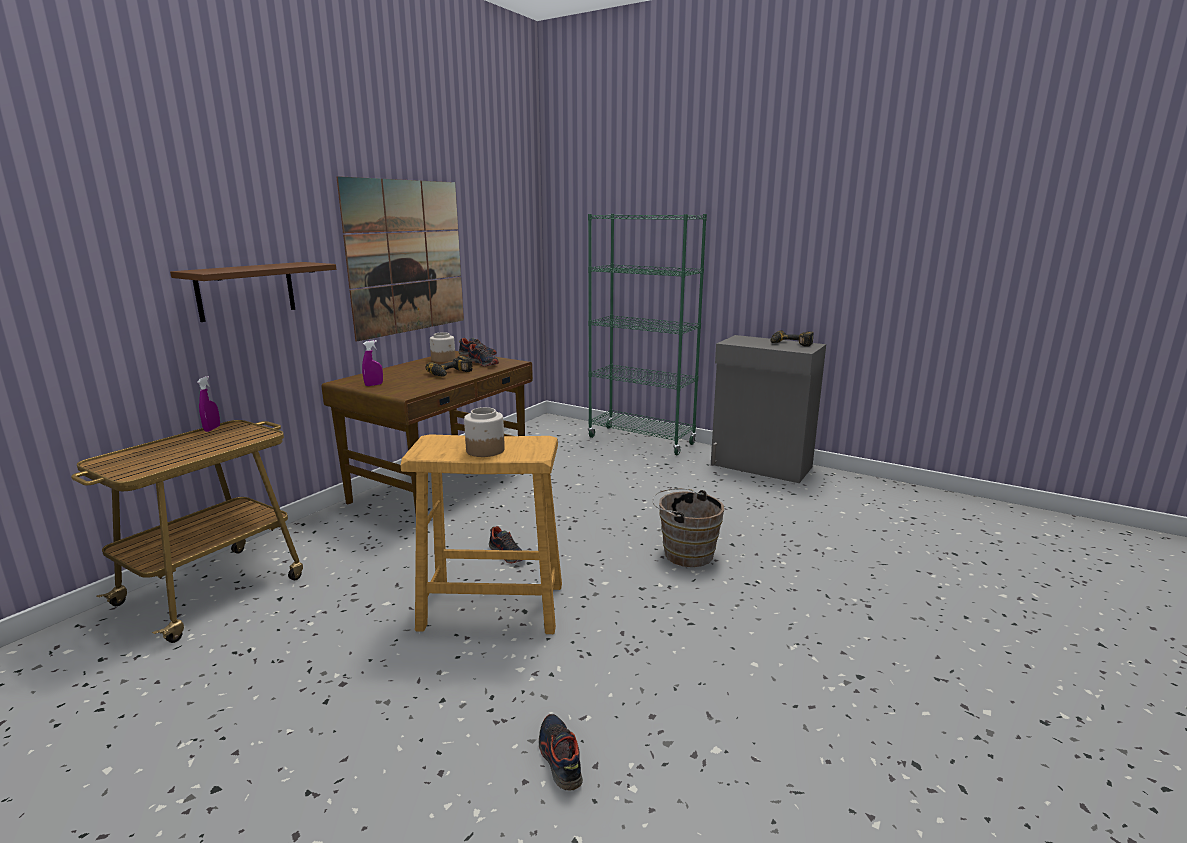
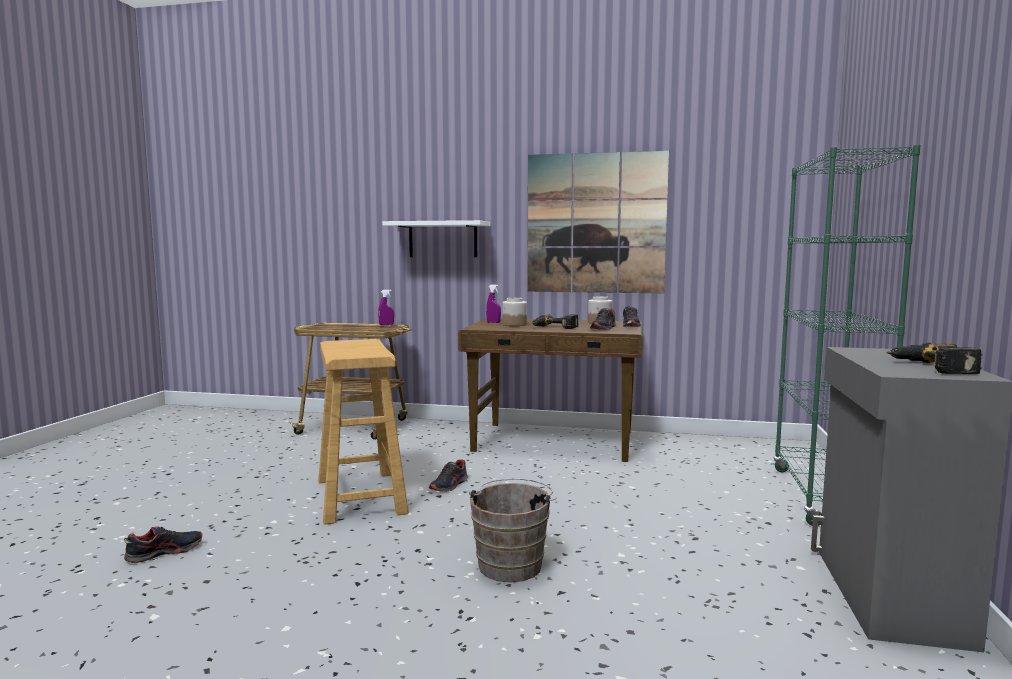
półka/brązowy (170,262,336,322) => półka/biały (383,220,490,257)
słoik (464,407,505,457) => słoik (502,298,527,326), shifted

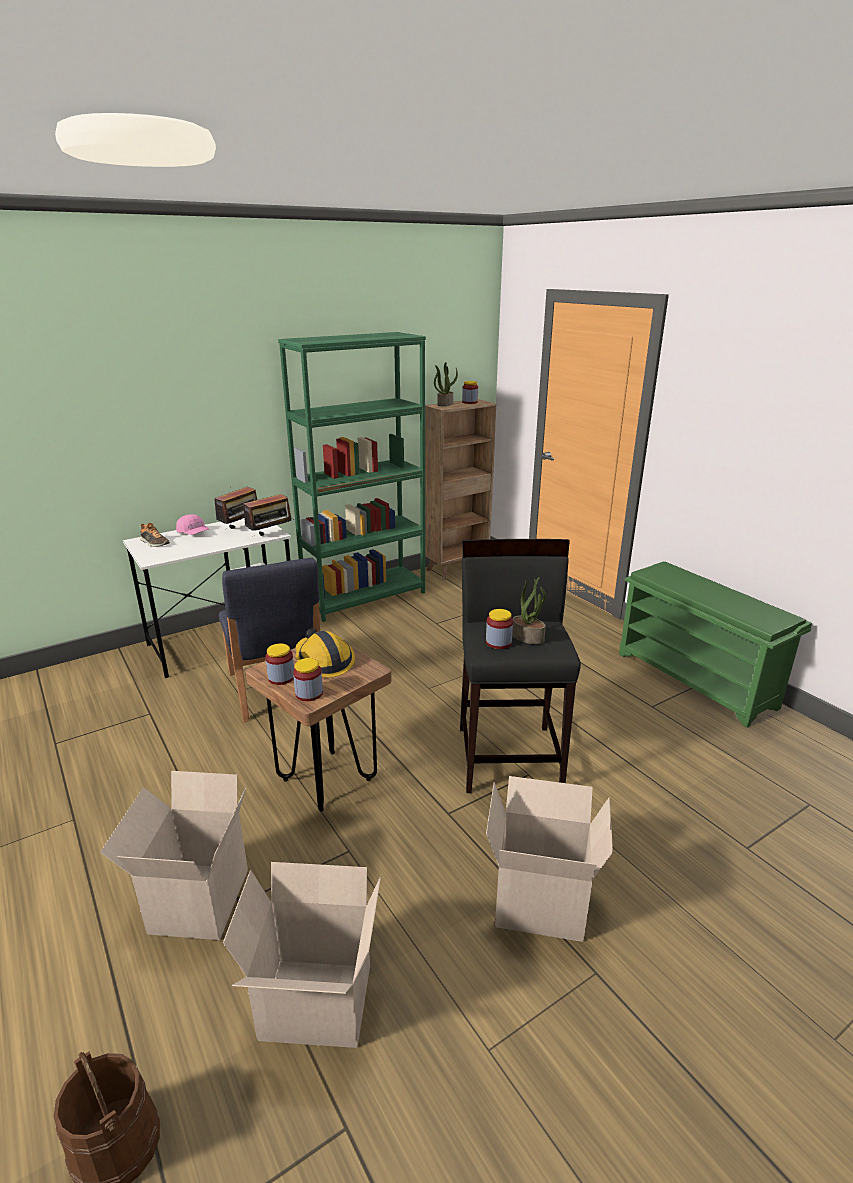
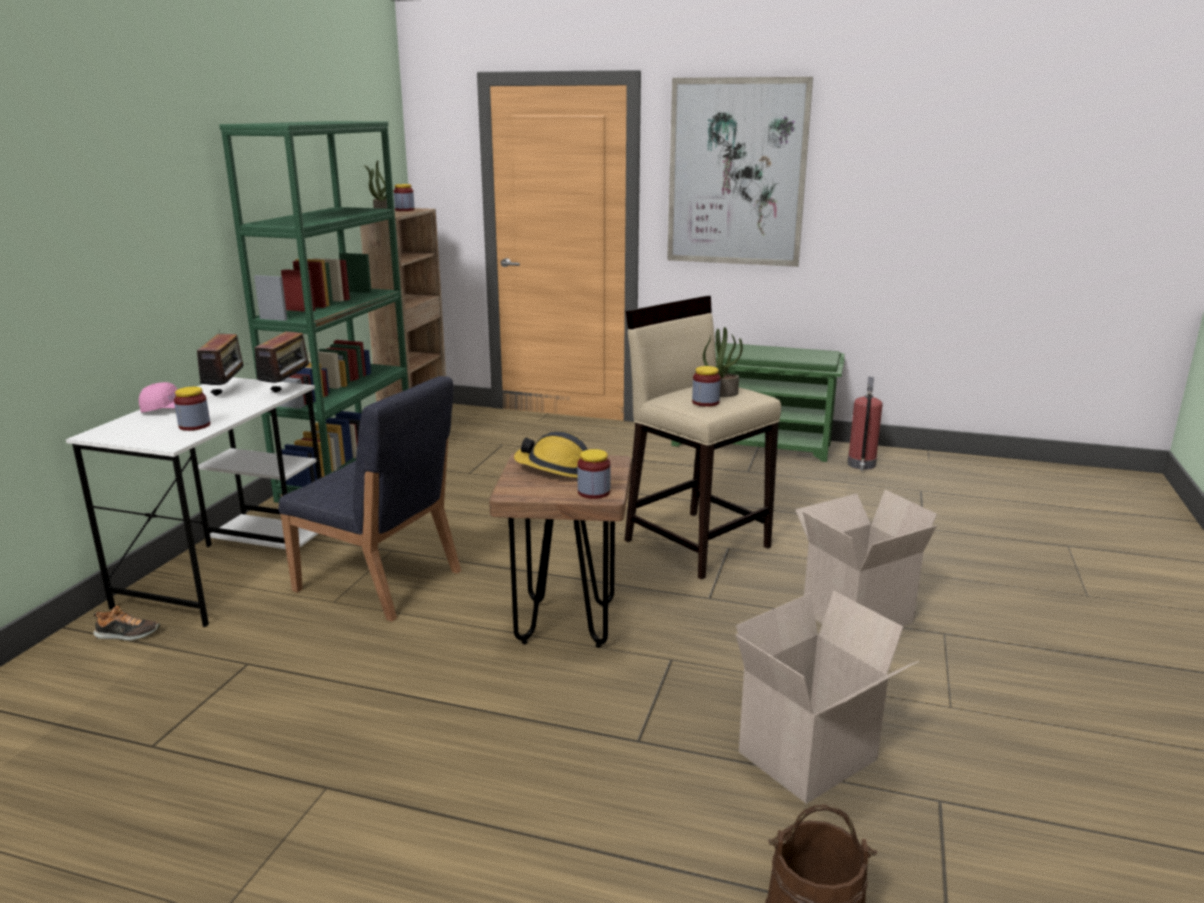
but (140,522,170,547) => but (93,606,160,641), shifted
stołek/czarny (460,539,581,793) => stołek/beżowy (624,296,781,579)
słoik (265,643,294,685) => słoik (174,387,210,431), shifted
karton (100,771,248,940) => nothing
nothing => obraz (667,77,813,267)
nothing => gaśnica (848,377,883,471)

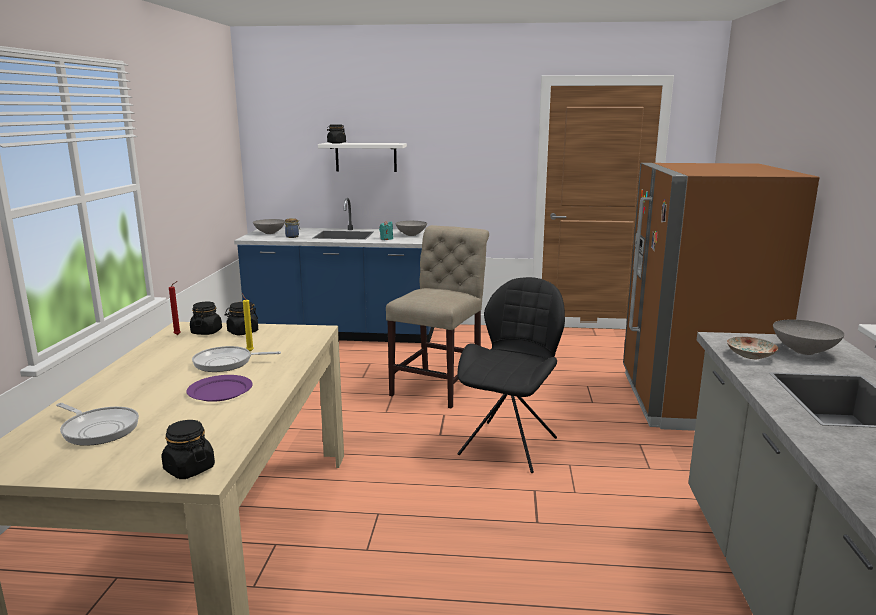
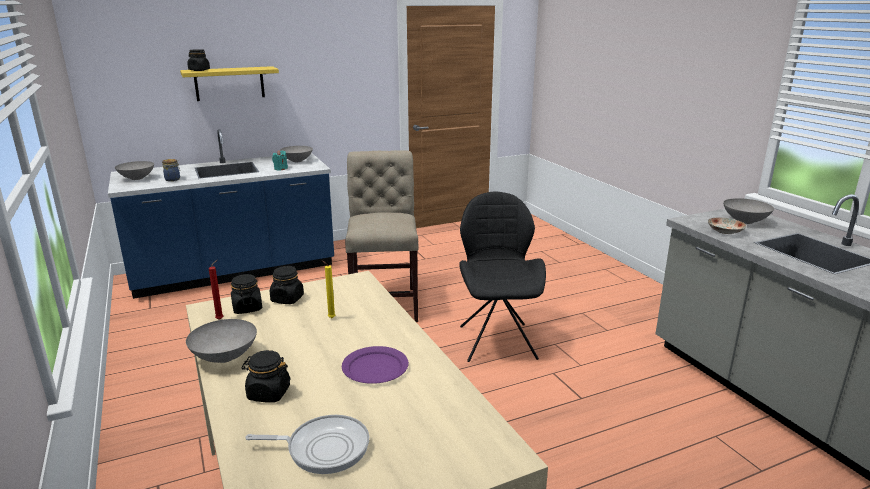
półka/biały (318,143,407,172) => półka/żółty (180,66,279,101)
lodówka/brązowy (623,163,820,431) => nothing
patelnia (192,346,281,372) => nothing
słoik/czarny (161,420,215,479) => słoik/czarny (242,350,291,403), shifted
nothing => miska/szary (186,319,257,363)

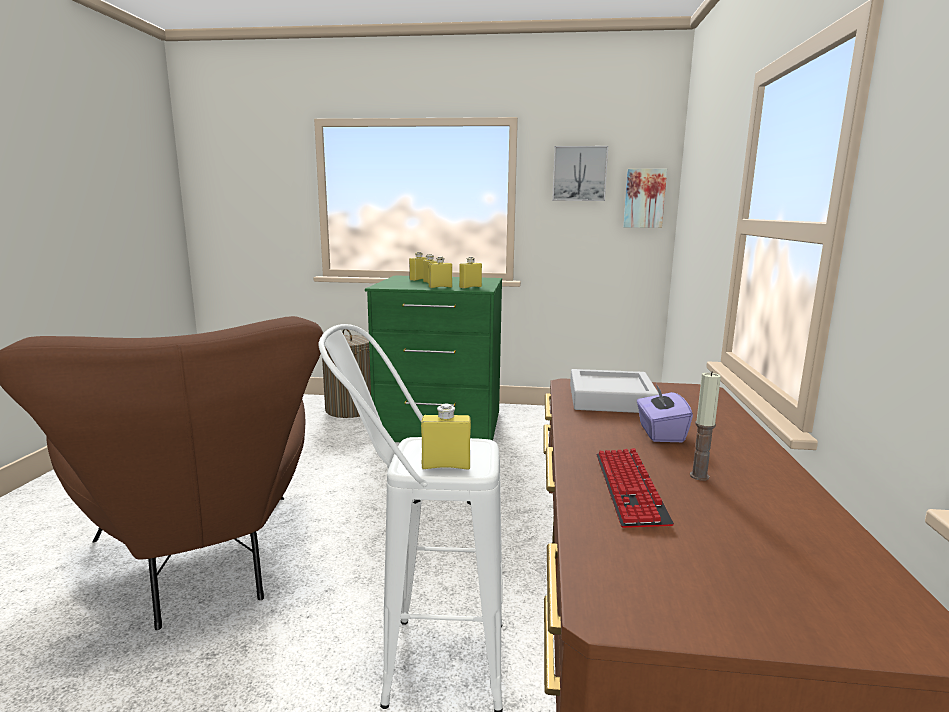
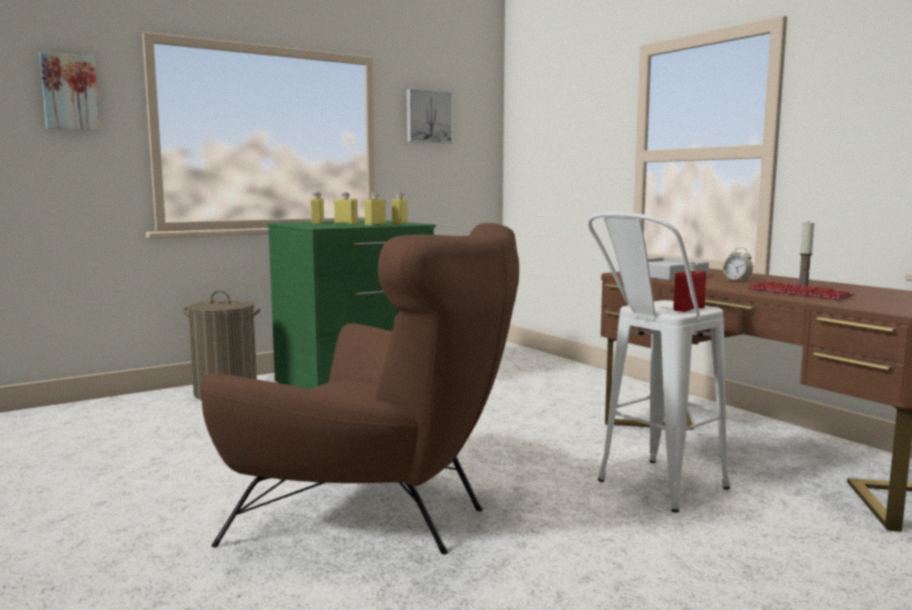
obraz (623,169,667,228) => obraz (39,52,100,131), shifted
pudełko chusteczek/fioletowy (637,384,693,442) => budzik (723,247,753,282)
butelka/żółty (421,404,471,470) => butelka/czerwony (674,262,706,312)

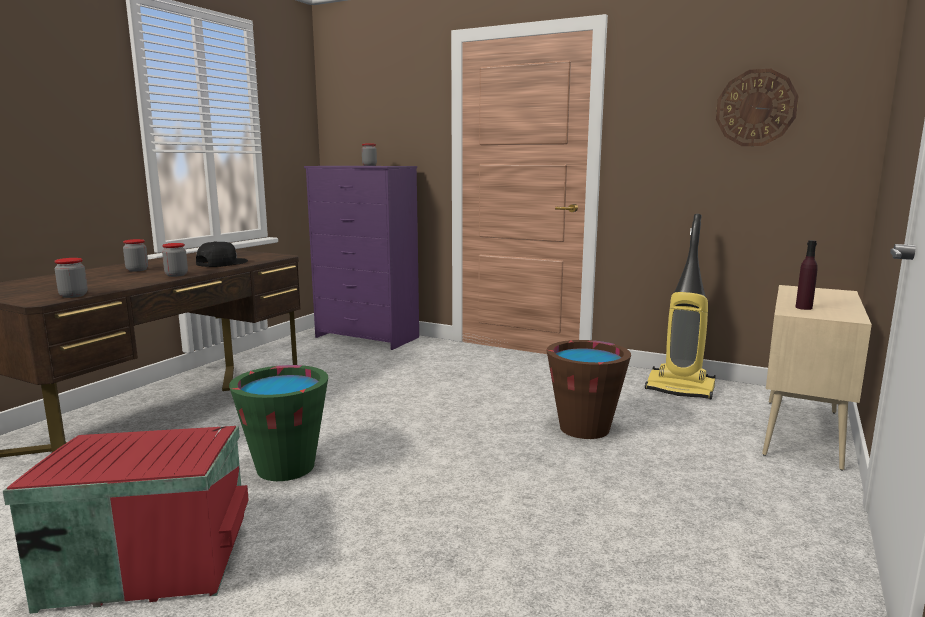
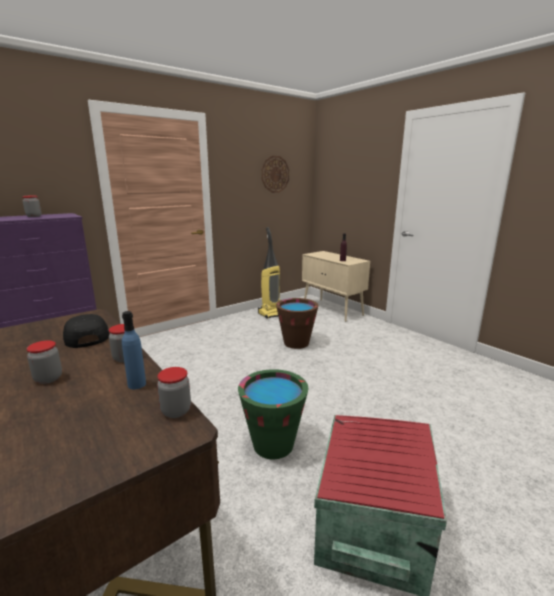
nothing => butelka/niebieski (122,311,146,389)

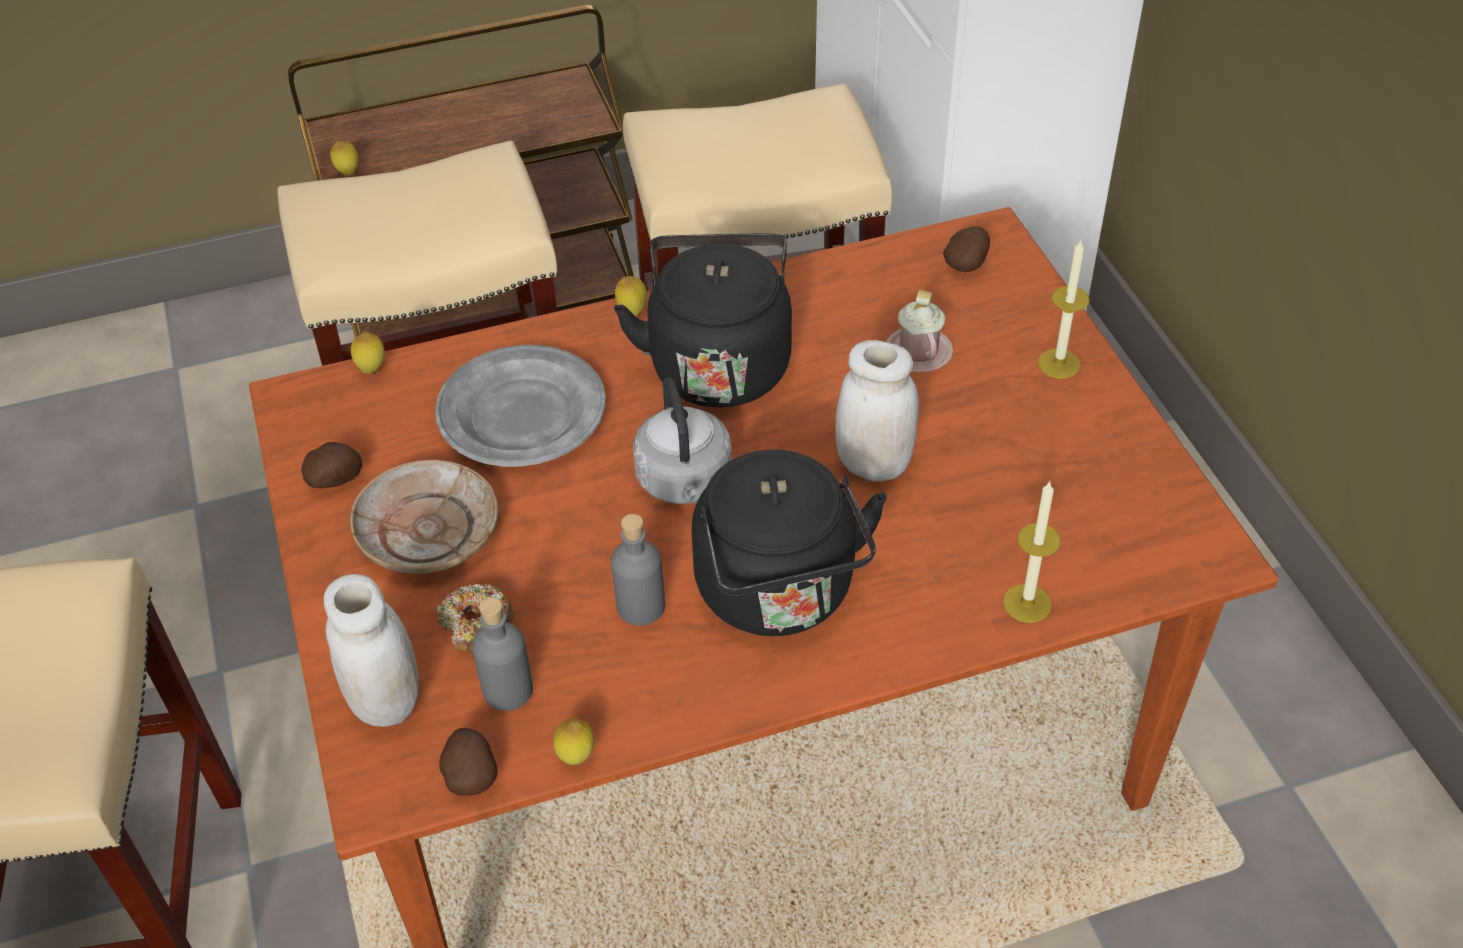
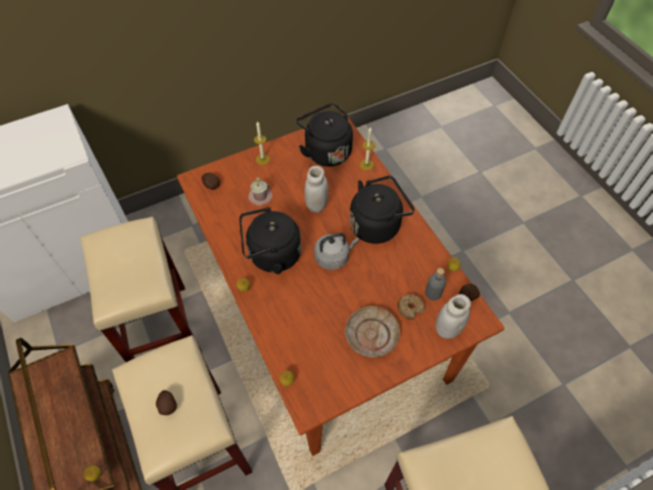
talerz/szary (435,345,606,467) => nothing
ziemniak (301,442,362,488) => ziemniak (156,390,177,415), shifted
butelka/szary (611,514,665,626) => nothing
nothing => czajnik/czarny (296,103,353,167)

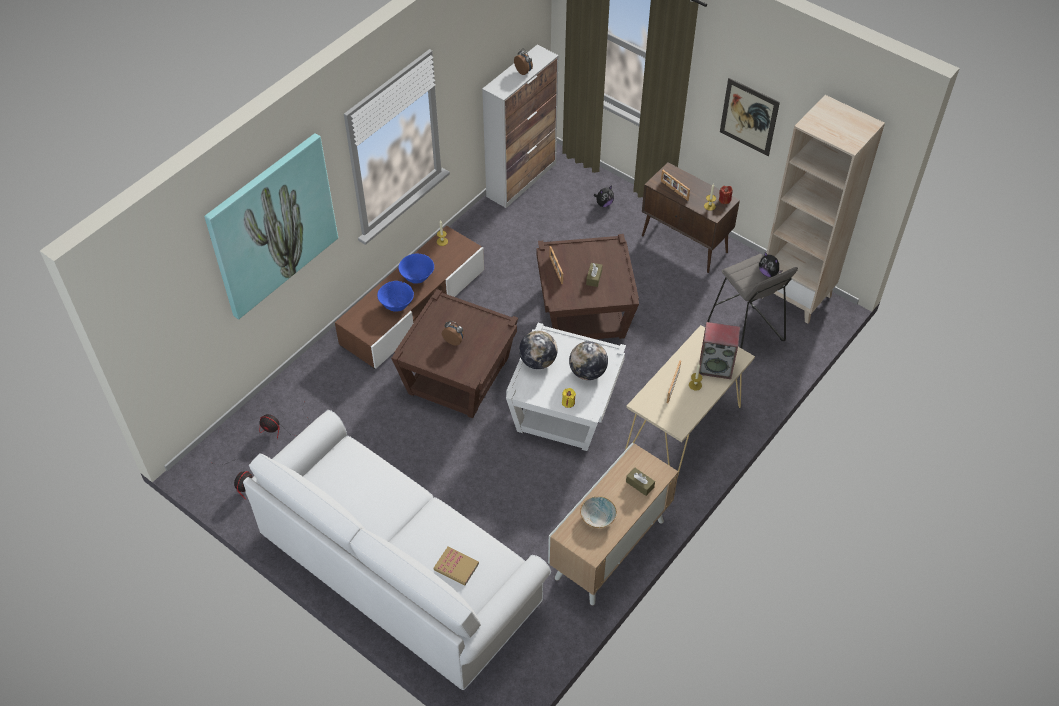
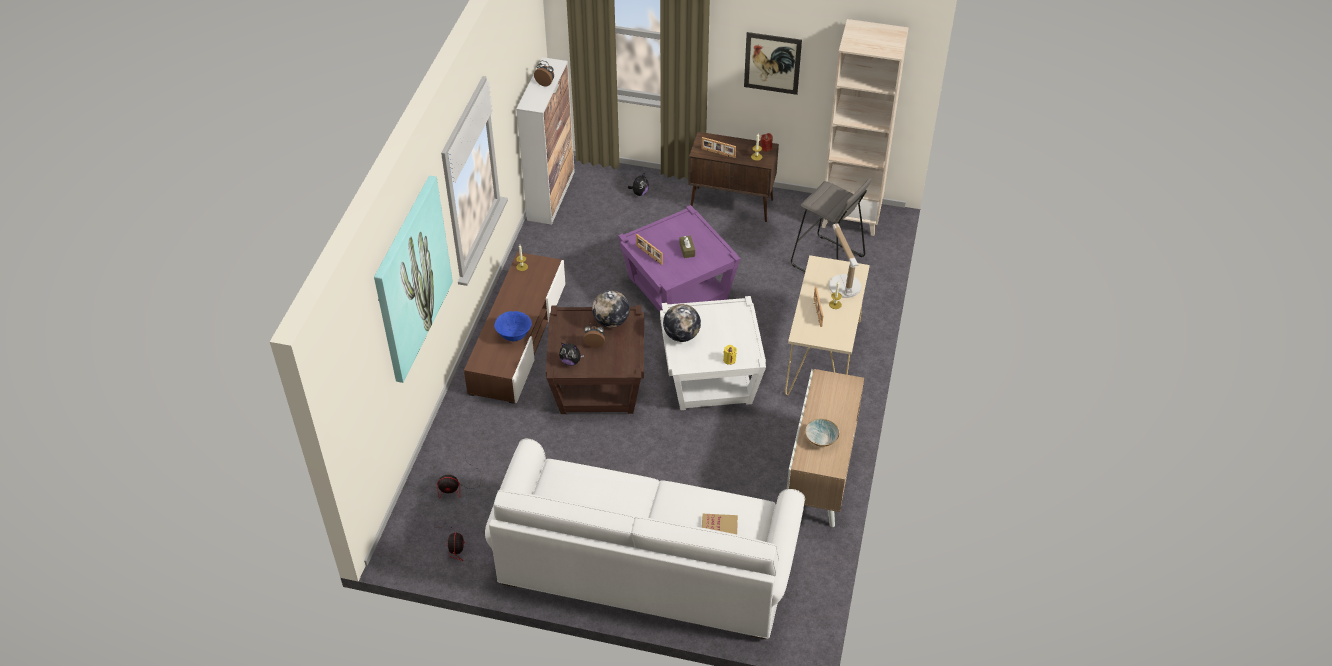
stolik/brązowy (536,234,639,339) => stolik/fioletowy (618,205,741,312)
pluszak (759,252,783,277) => pluszak (559,342,584,366), shifted
miska/niebieski (398,253,434,284) => nothing
głośnik (699,322,740,379) => lampa stołowa (829,224,861,298)
globus (569,341,608,380) => globus (592,290,630,328), shifted
pudełko chusteczek/brązowy (626,468,655,496) => nothing

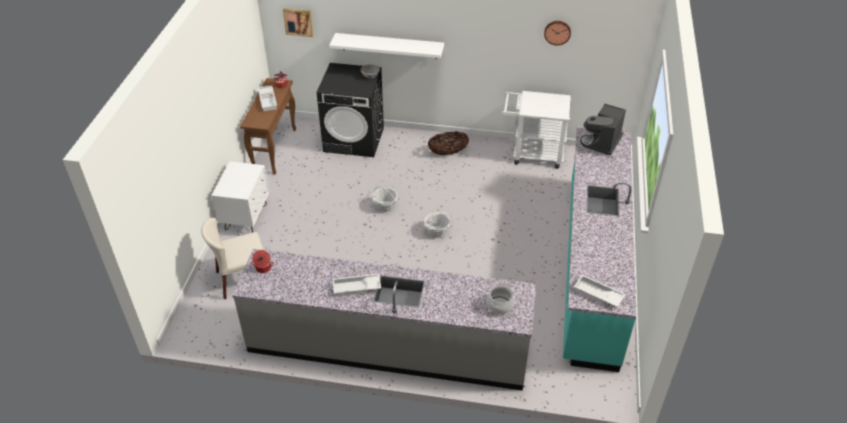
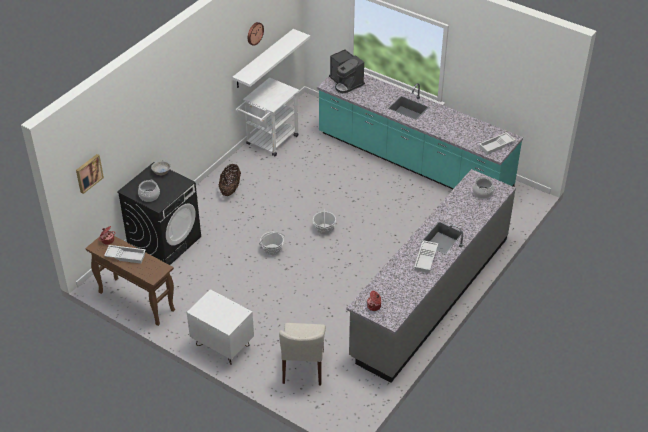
półka/biały (329,33,444,59) => półka/biały (232,29,310,88), shifted
nothing => garnek (138,180,160,202)

